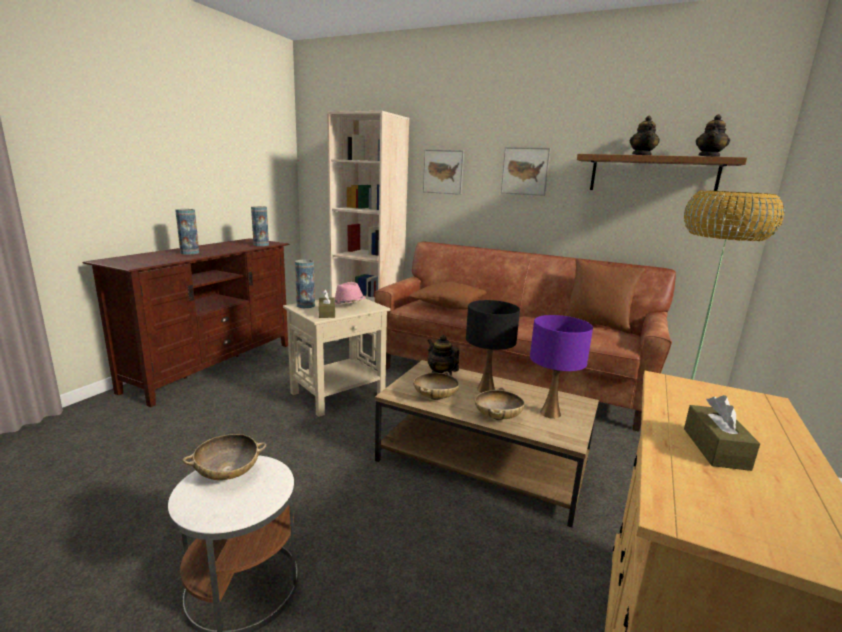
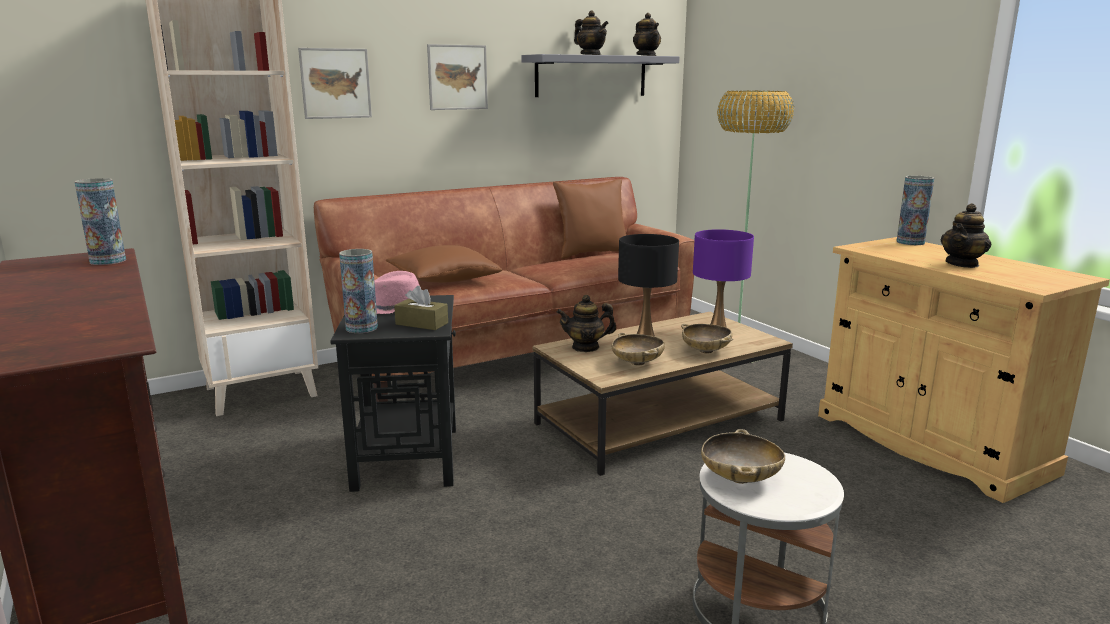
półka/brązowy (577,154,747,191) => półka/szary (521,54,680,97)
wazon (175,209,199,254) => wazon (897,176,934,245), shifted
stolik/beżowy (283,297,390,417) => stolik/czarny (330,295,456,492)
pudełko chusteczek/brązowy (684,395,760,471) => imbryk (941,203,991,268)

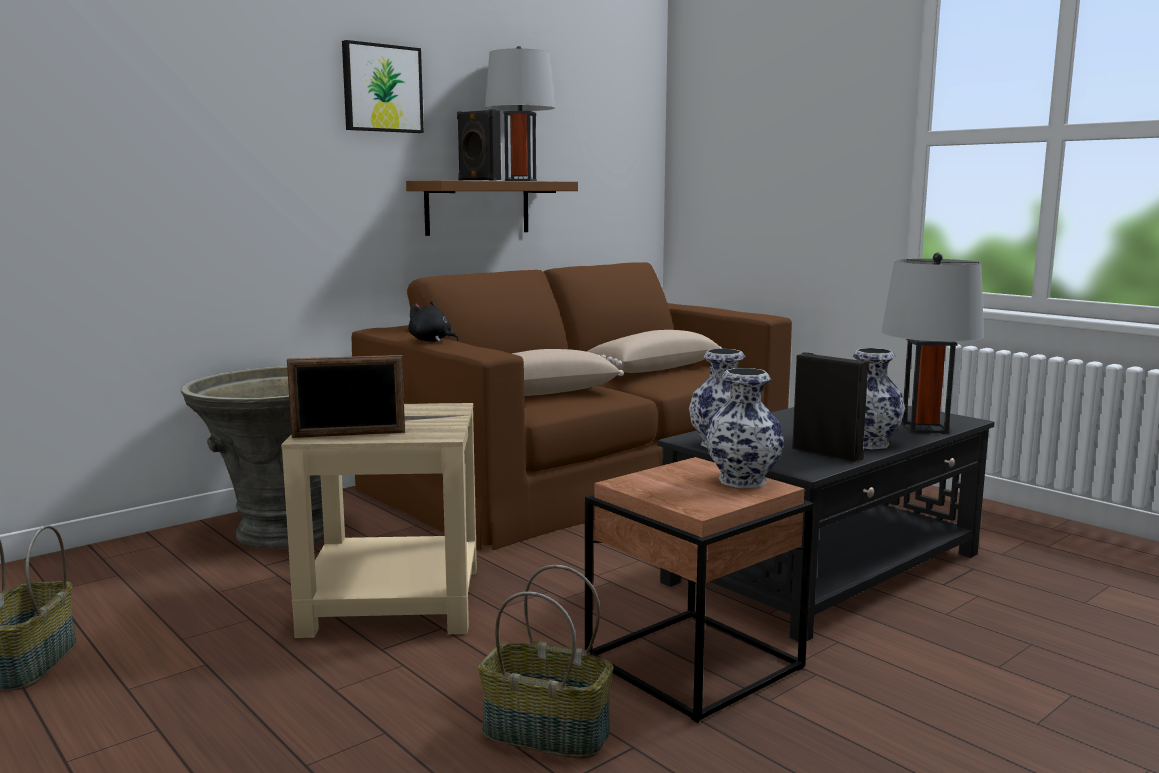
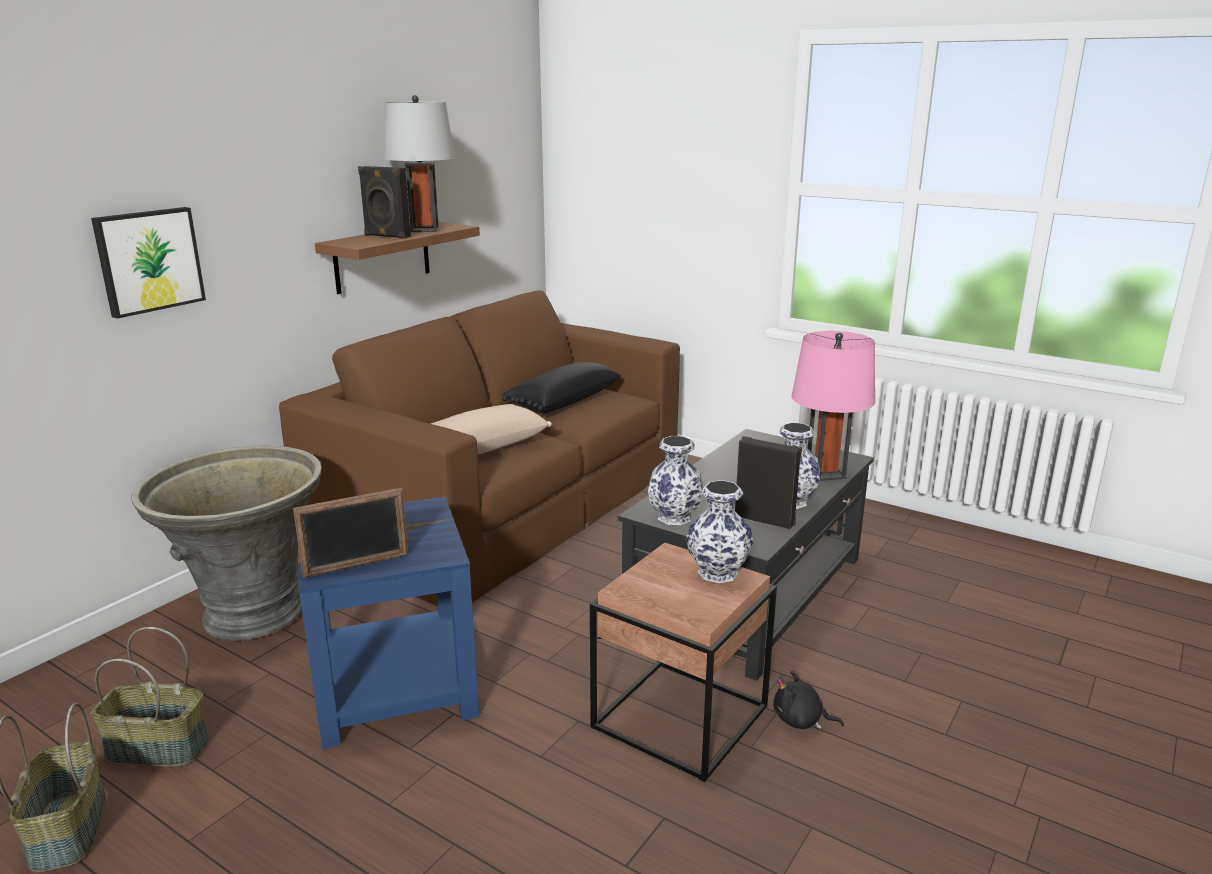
obraz (342,40,424,133) => obraz (91,207,206,319), shifted
lampa stołowa/szary (881,253,984,433) => lampa stołowa/różowy (791,331,875,481)
pluszak/czarny (408,301,459,342) => pluszak/czarny (773,671,844,730), shifted
poduszka/beżowy (587,330,722,373) => poduszka/czarny (502,362,621,413)
stolik/beżowy (281,403,477,638) => stolik/niebieski (298,497,479,749)
koszyk (478,565,613,759) => koszyk (90,627,209,767), shifted

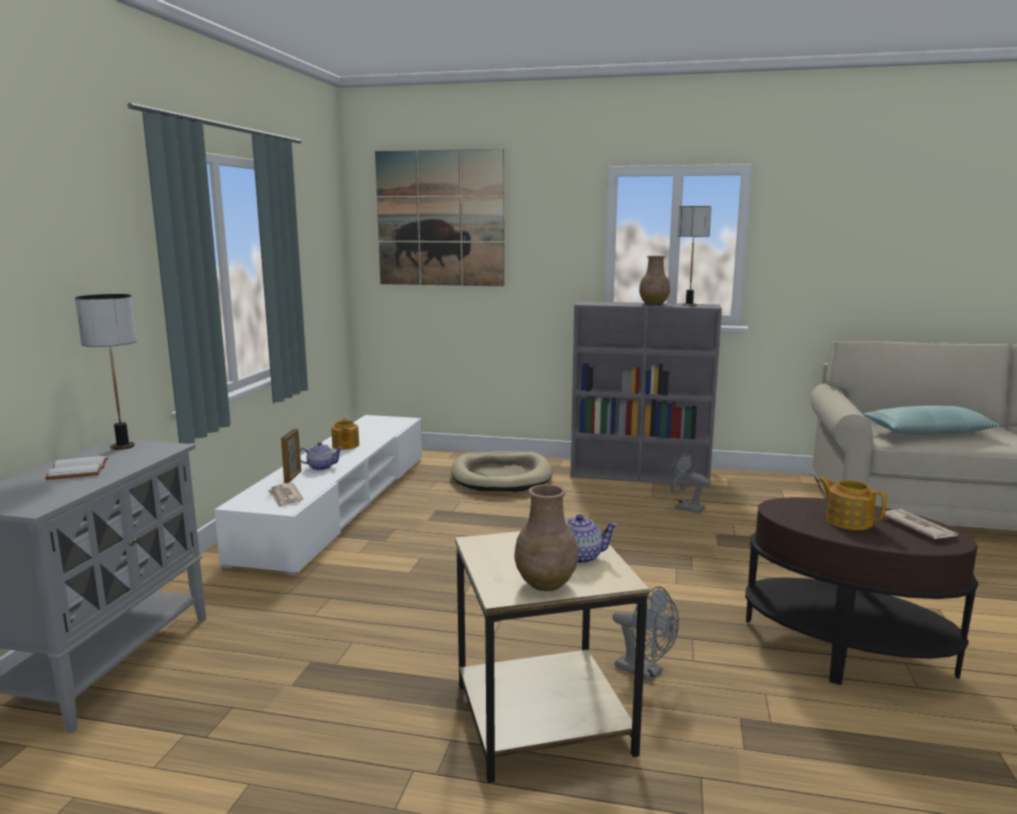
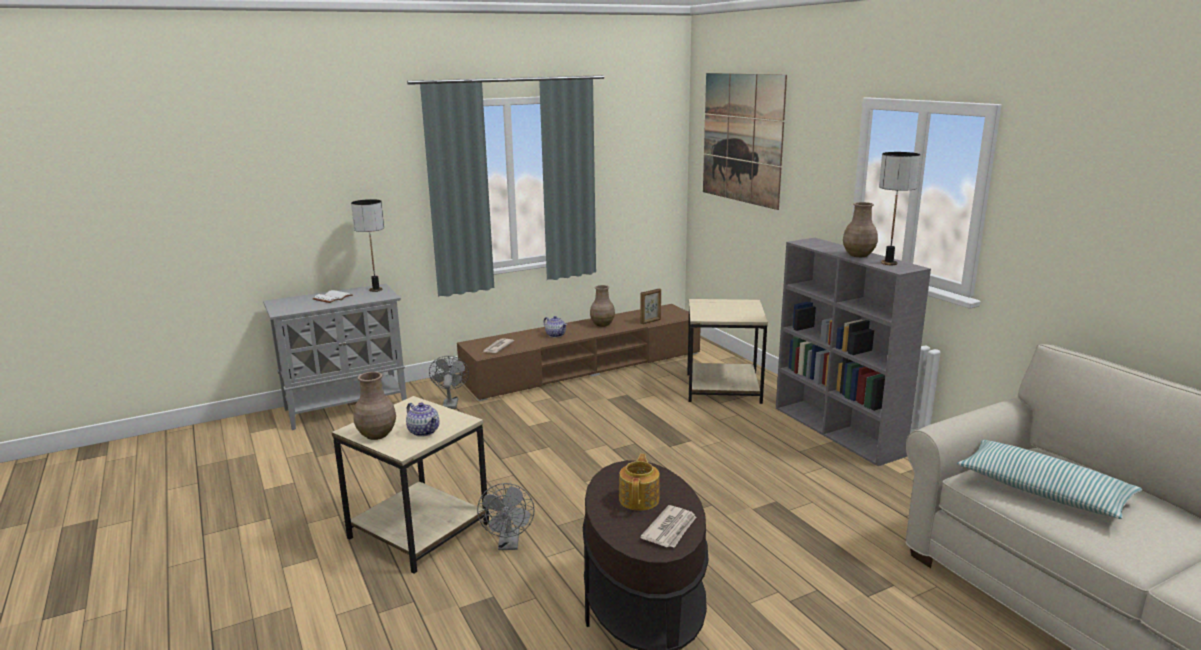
szafka pod telewizor/biały (214,415,422,576) => szafka pod telewizor/brązowy (457,304,701,401)
imbryk (331,418,359,450) => wazon/brązowy (590,285,615,327)
ramka na zdjęcie (281,428,301,483) => ramka na zdjęcie (640,288,661,324), shifted
legowisko/beżowy (451,451,552,492) => stolik/beżowy (687,299,768,404)
wentylator/szary (667,451,711,513) => wentylator/szary (429,356,469,409), shifted

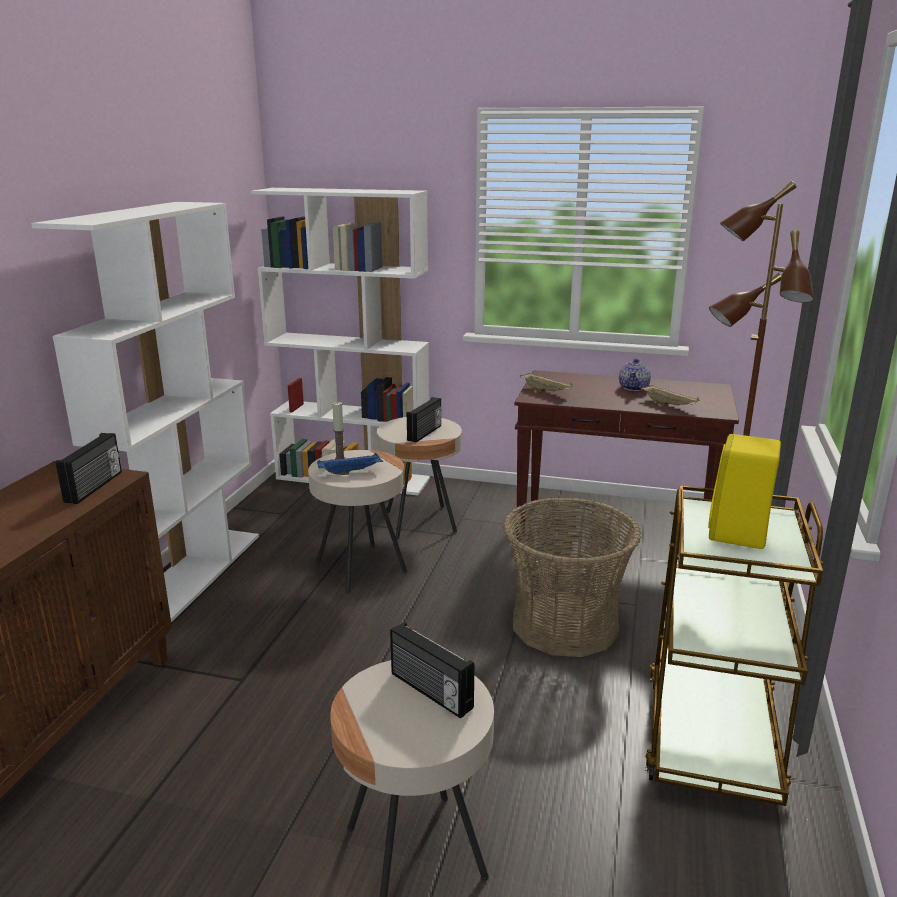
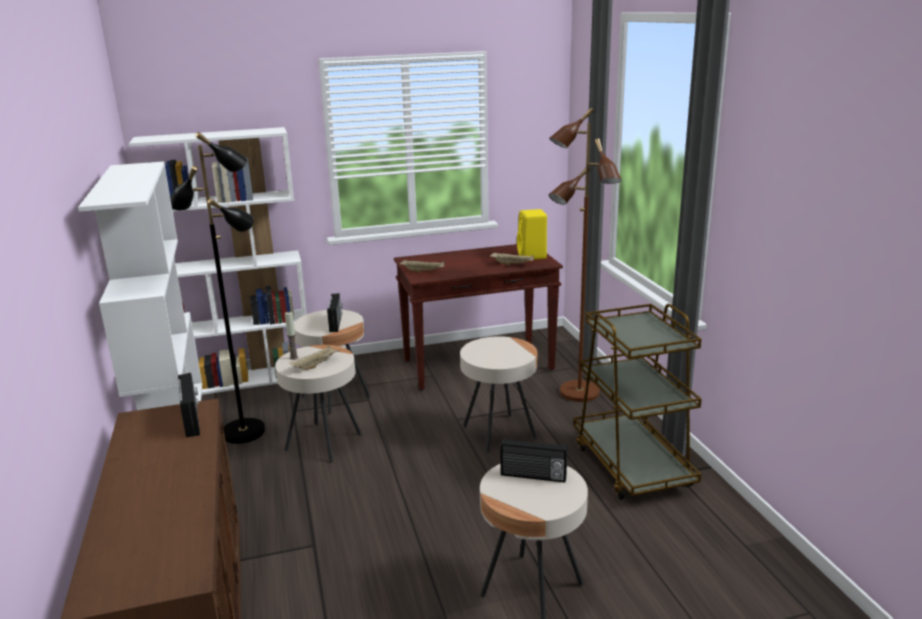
imbryk (619,358,651,391) => nothing
głośnik/żółty (708,434,781,549) => głośnik/żółty (517,209,547,260), shifted
taca/niebieski (317,453,383,475) => taca/beżowy (289,346,340,370)
koszyk (503,497,641,657) => stolik/beżowy (460,336,537,453)
nothing => lampa stojąca/czarny (170,132,265,444)

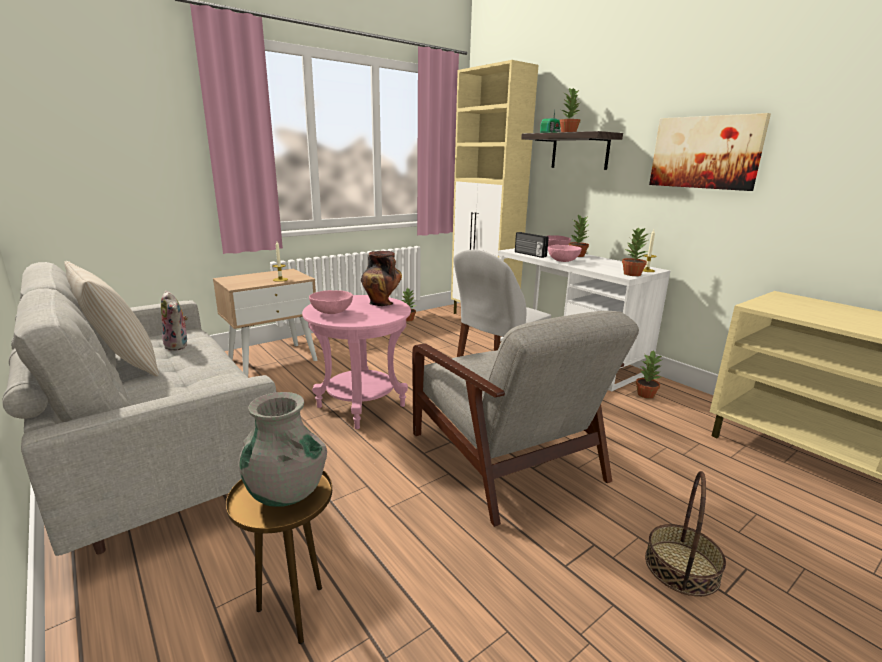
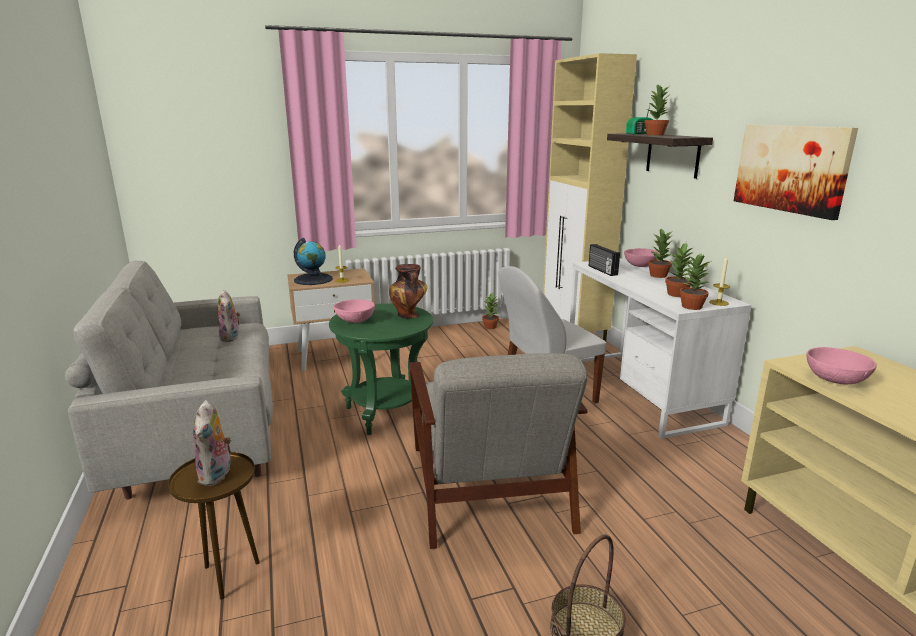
miska/różowy (548,245,582,262) => miska/różowy (806,347,877,384), shifted
poduszka/beżowy (64,261,159,377) => nothing
stolik/różowy (302,295,411,429) => stolik/zielony (329,304,433,435)
roślina doniczkowa (636,351,663,399) => roślina doniczkowa (665,242,693,297), shifted
wazon/szary (238,392,327,507) => pluszak (193,400,232,486)
nothing => globus (294,238,333,285)

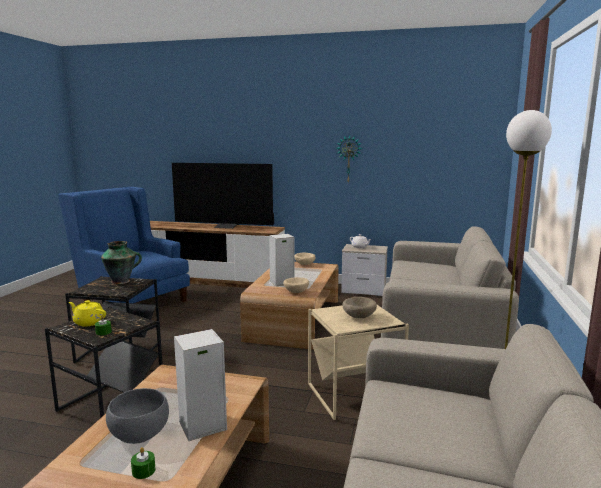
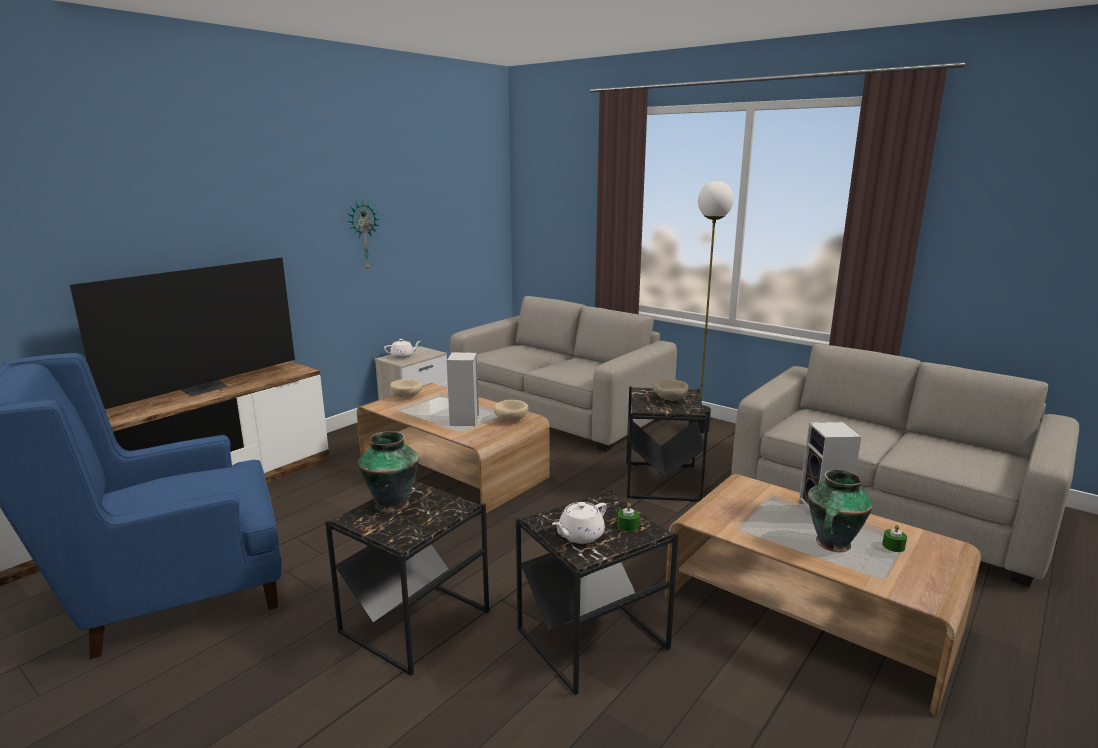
imbryk/żółty (69,300,106,326) => imbryk/biały (552,502,607,544)
stolik/beżowy (308,305,409,420) => stolik/czarny (626,387,709,502)
miska/szary (106,388,169,444) => wazon (808,469,873,552)

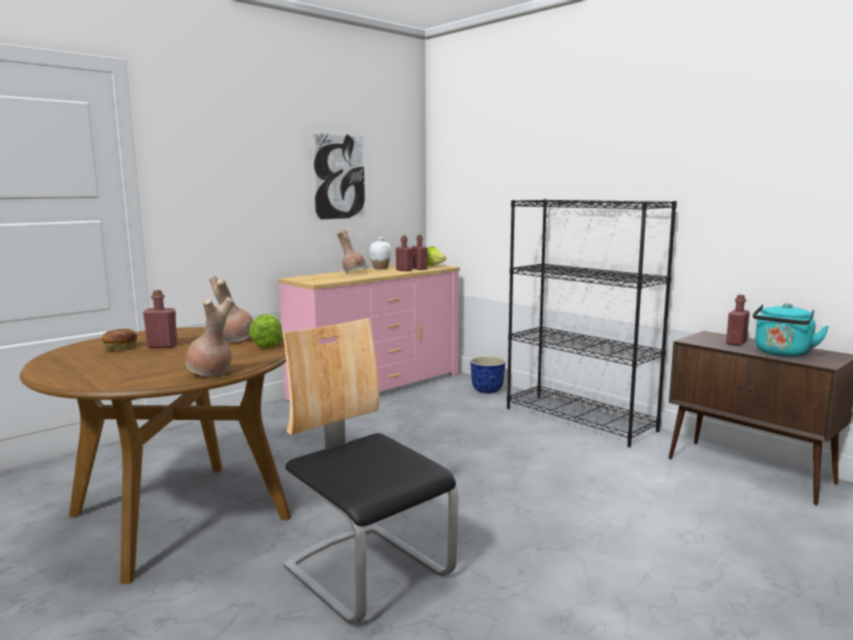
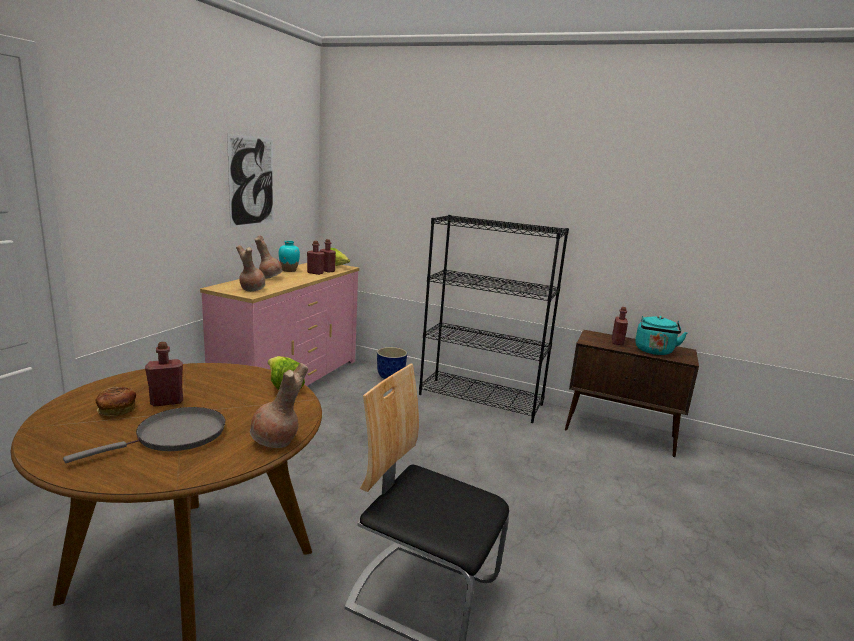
wazon/biały (370,237,391,269) => wazon/turkusowy (279,241,300,272)
wazon/brązowy (209,276,253,343) => wazon/brązowy (236,245,265,292), shifted
nothing => patelnia/szary (63,407,225,463)

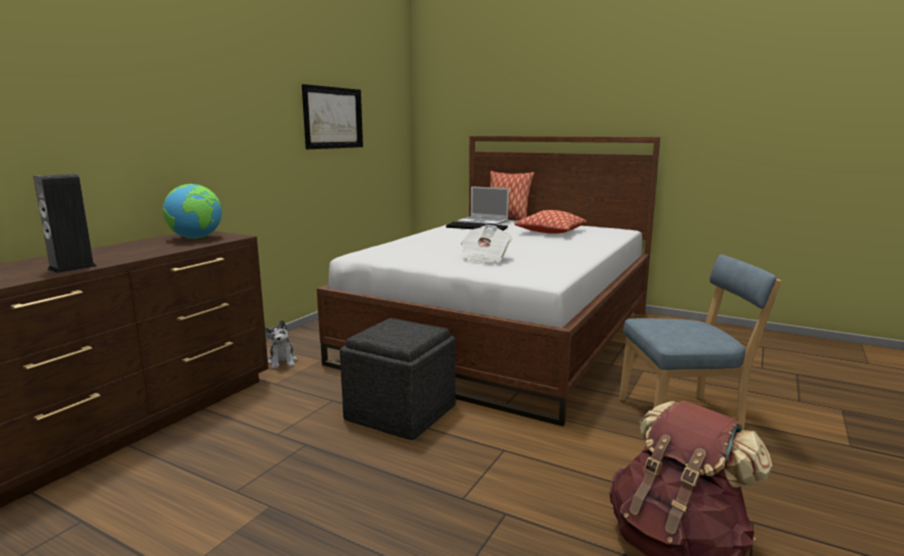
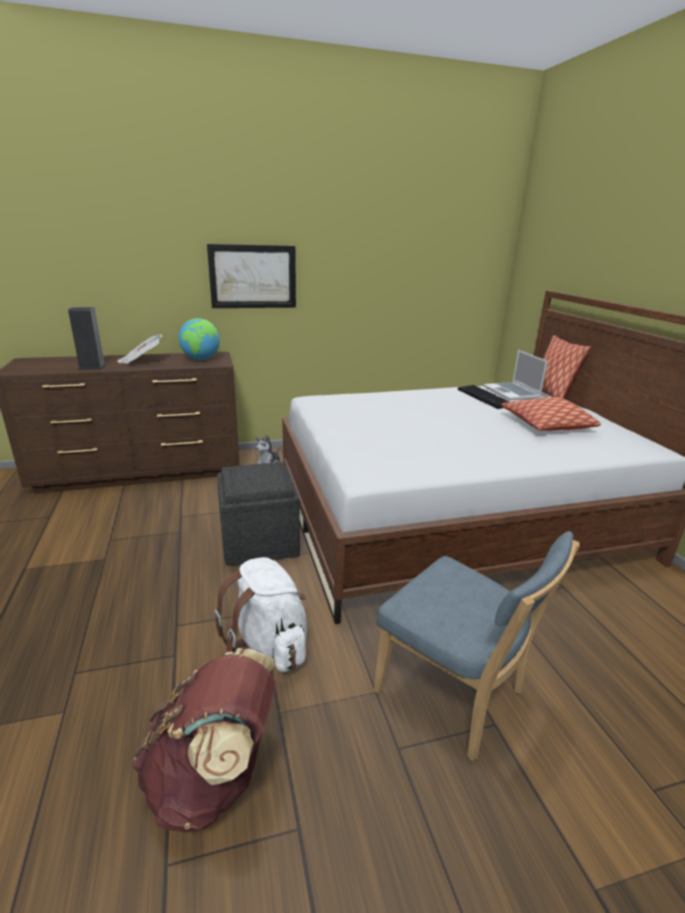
obraz (302,84,363,149) => obraz (207,244,296,308), shifted
gazeta (461,225,512,265) => gazeta (117,334,162,364), shifted
nothing => plecak/biały (214,557,307,672)

